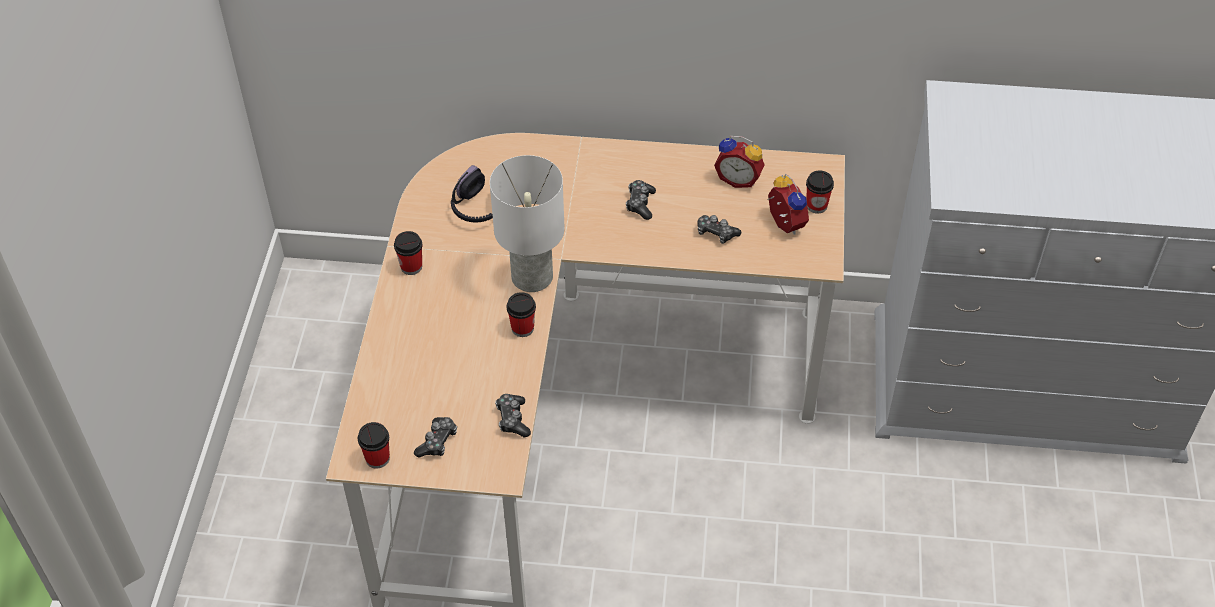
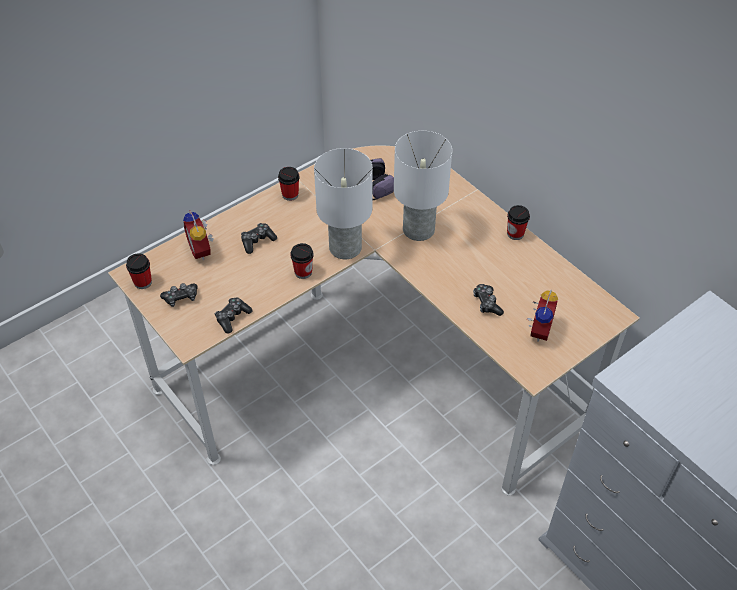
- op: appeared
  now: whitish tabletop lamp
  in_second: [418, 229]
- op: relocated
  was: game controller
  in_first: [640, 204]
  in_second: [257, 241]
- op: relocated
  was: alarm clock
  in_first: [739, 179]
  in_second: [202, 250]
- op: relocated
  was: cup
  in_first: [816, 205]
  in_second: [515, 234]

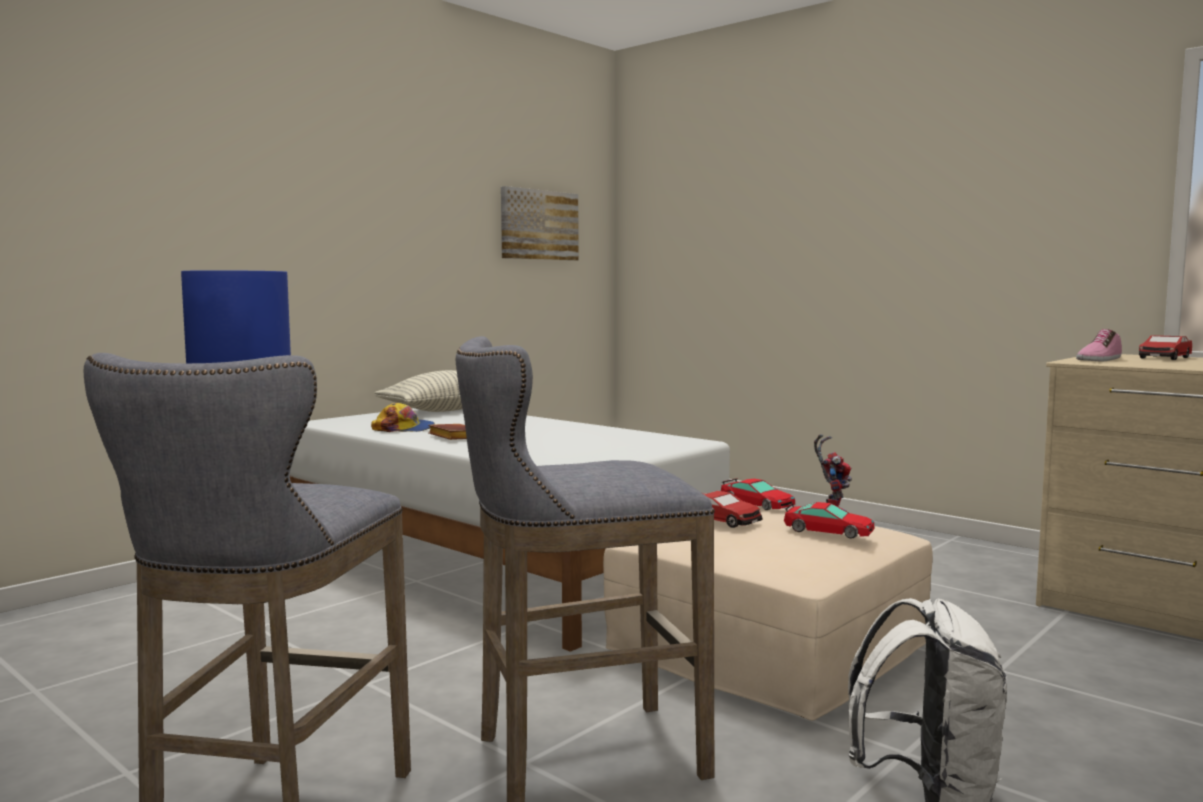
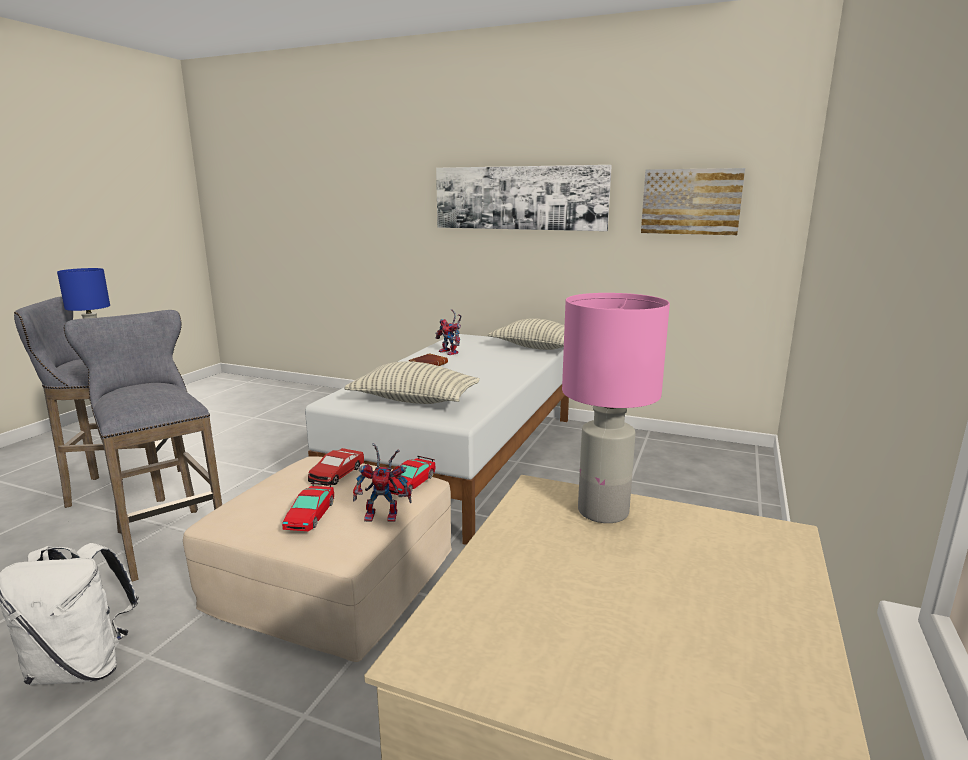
- op: missing
  was: miniature car
  in_first: [1164, 358]
- op: appeared
  now: pillow
  in_second: [414, 400]
- op: appeared
  now: wall art
  in_second: [519, 198]
- op: exchanged
  was: peaked cap
  now: robot figure
  in_first: [404, 429]
  in_second: [451, 352]
- op: exchanged
  was: low shoe
  now: pink-coloured tabletop lamp
  in_first: [1099, 359]
  in_second: [604, 512]

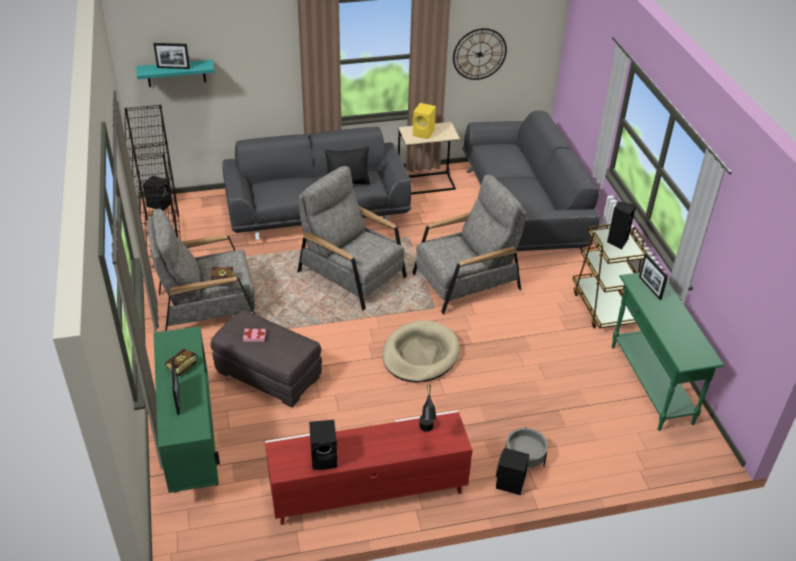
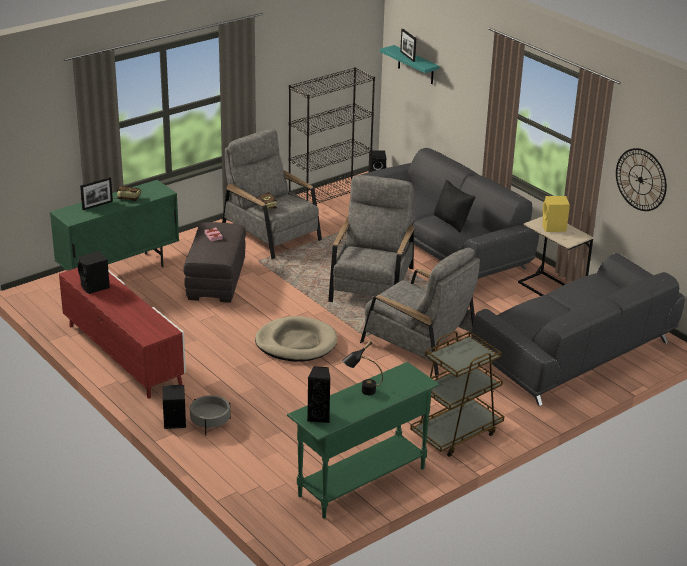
- op: missing
  was: photo frame
  in_first: [650, 288]
- op: relocated
  was: black tabletop lamp
  in_first: [426, 431]
  in_second: [362, 393]
- op: relocated
  was: black speaker
  in_first: [617, 242]
  in_second: [319, 416]

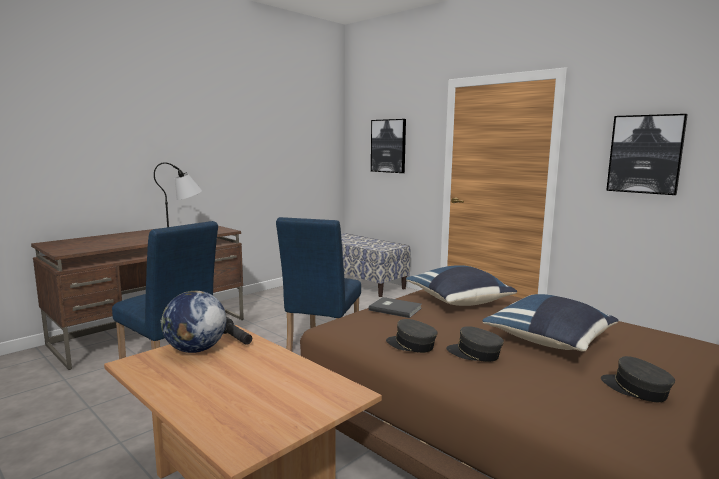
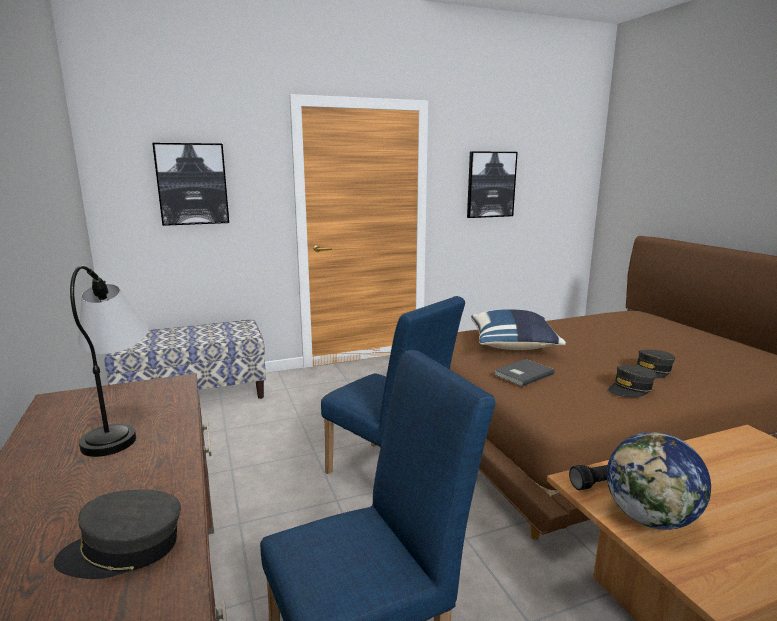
- op: missing
  was: blue pillow
  in_first: [550, 341]
- op: relocated
  was: gray peaked cap
  in_first: [635, 389]
  in_second: [123, 549]

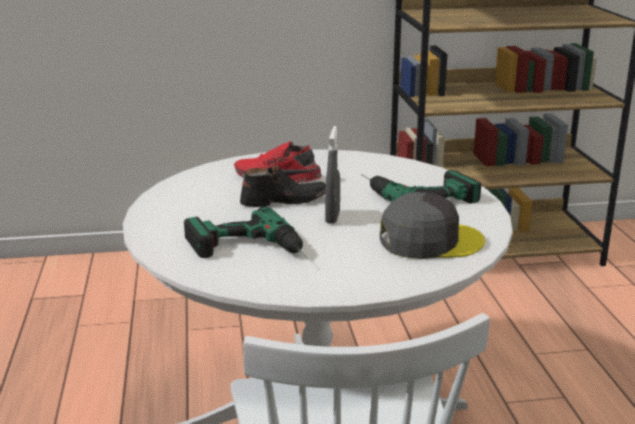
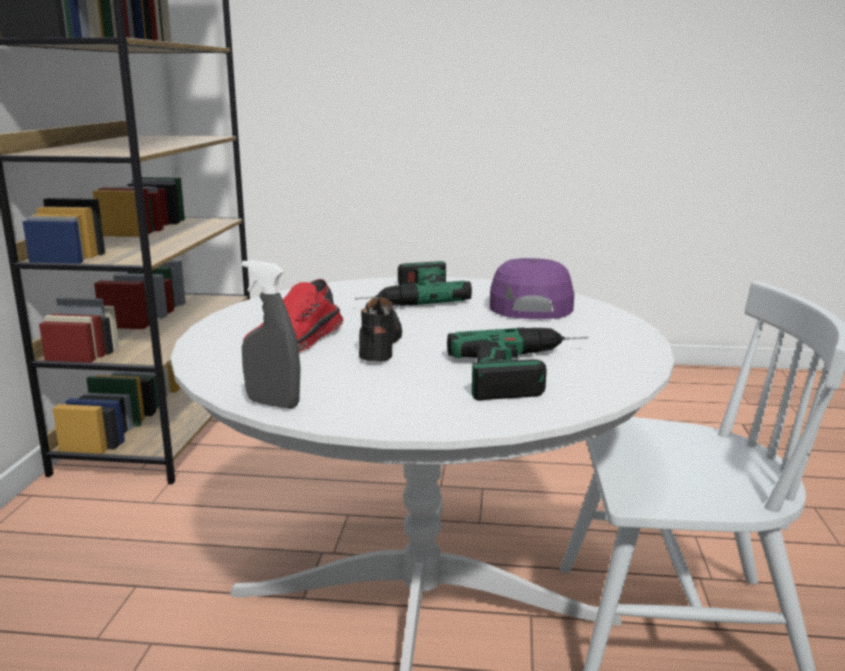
- op: relocated
  was: gray sprayer
  in_first: [332, 217]
  in_second: [273, 403]
- op: colour
  was: gray peaked cap
  now: purple peaked cap
  in_first: [429, 241]
  in_second: [529, 305]

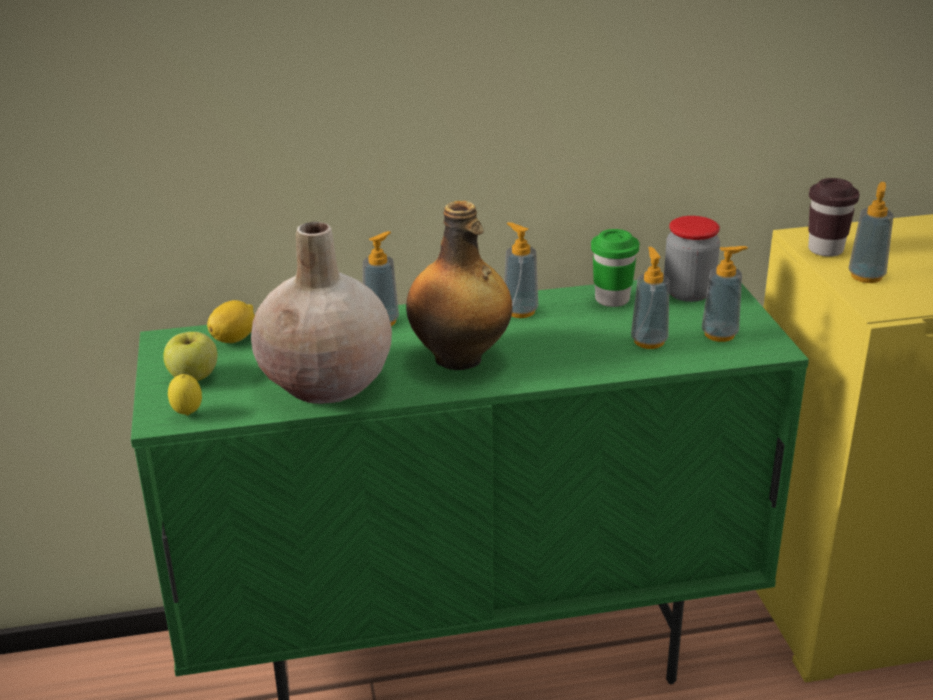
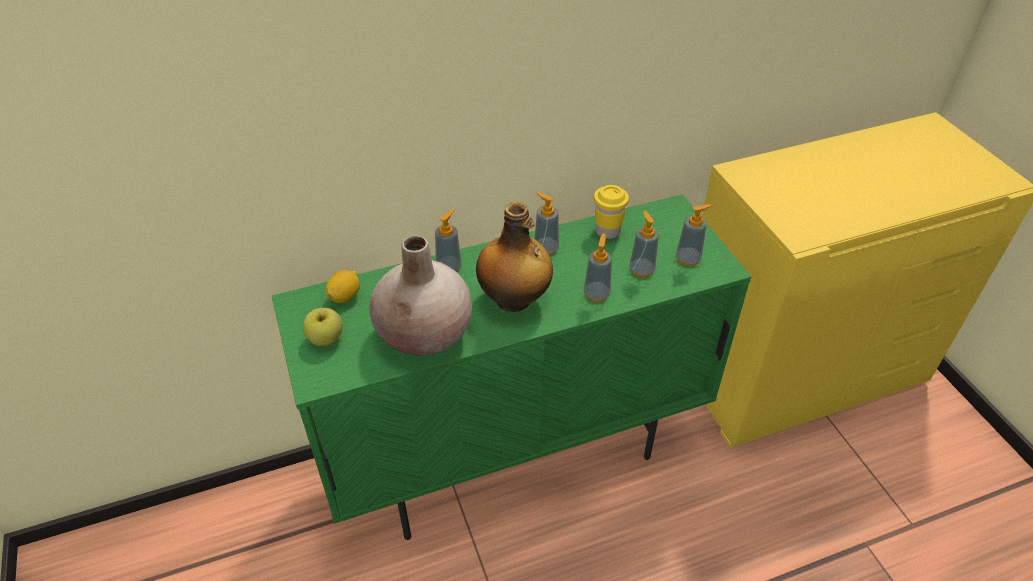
- op: missing
  was: citrus fruit
  in_first: [188, 414]
- op: missing
  was: jar
  in_first: [688, 293]
- op: missing
  was: brown cup
  in_first: [825, 250]
- op: relocated
  was: soap bottle
  in_first: [866, 276]
  in_second: [596, 294]
- op: colour
  was: greenish cup
  now: yellow-coloured cup
  in_first: [612, 299]
  in_second: [607, 231]

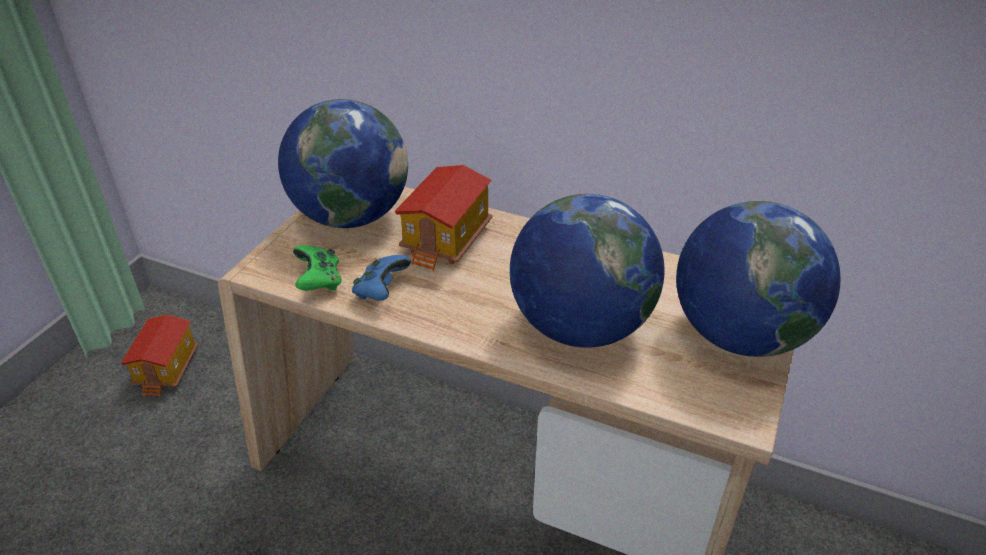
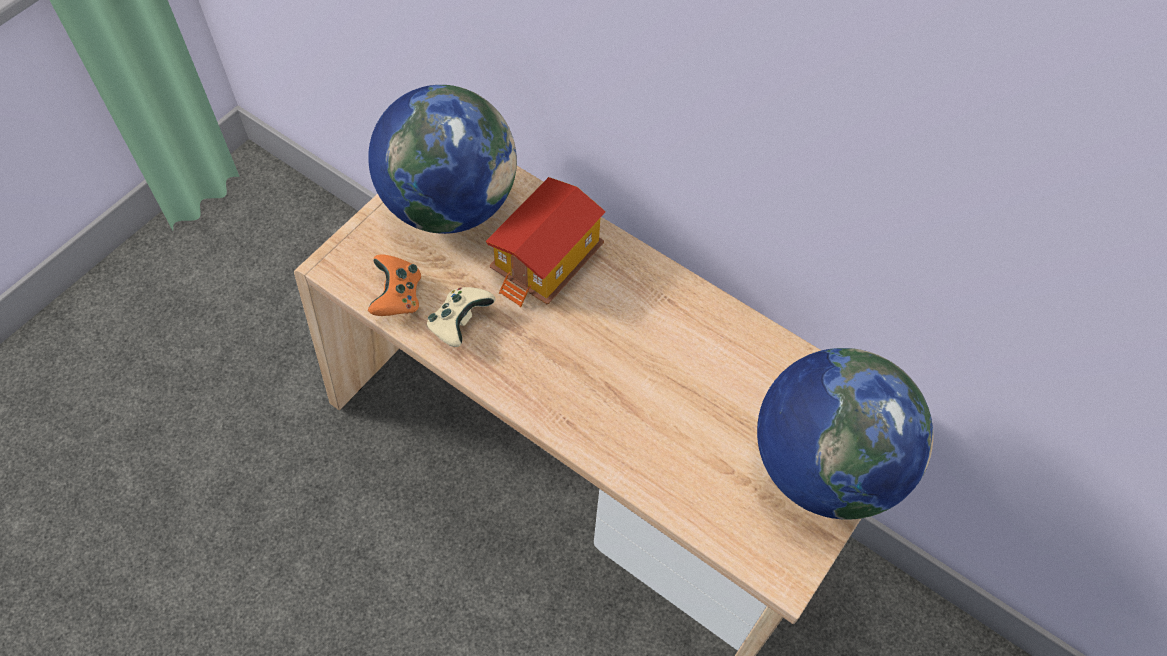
- op: missing
  was: model house
  in_first: [168, 369]
- op: missing
  was: world globe
  in_first: [580, 326]
- op: colour
  was: greenish game controller
  now: orange game controller
  in_first: [319, 281]
  in_second: [397, 297]
- op: colour
  was: blue game controller
  now: sand-coloured game controller
  in_first: [381, 290]
  in_second: [460, 323]

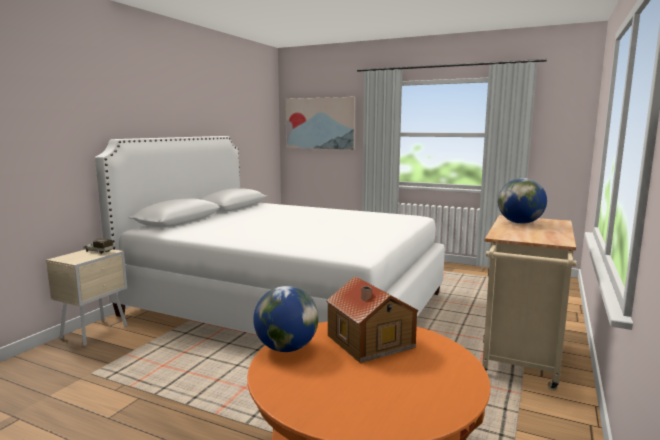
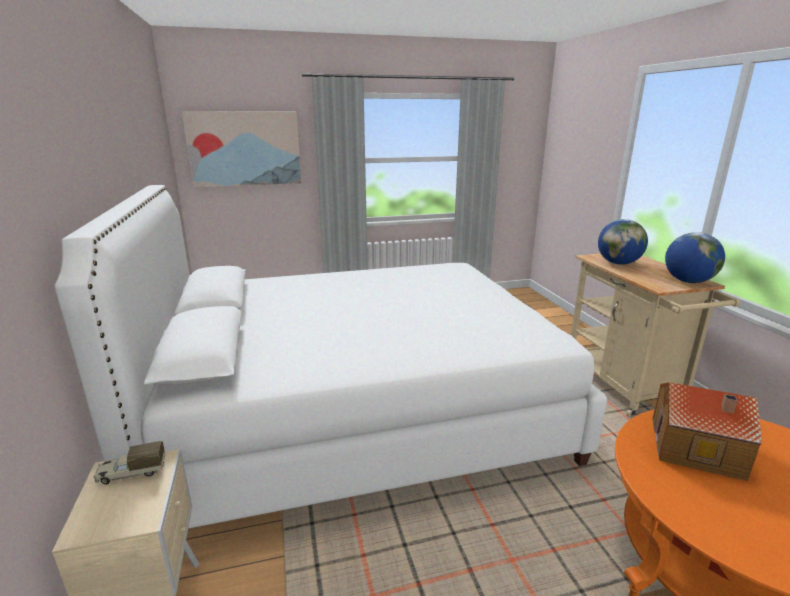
- op: relocated
  was: world globe
  in_first: [286, 348]
  in_second: [688, 281]

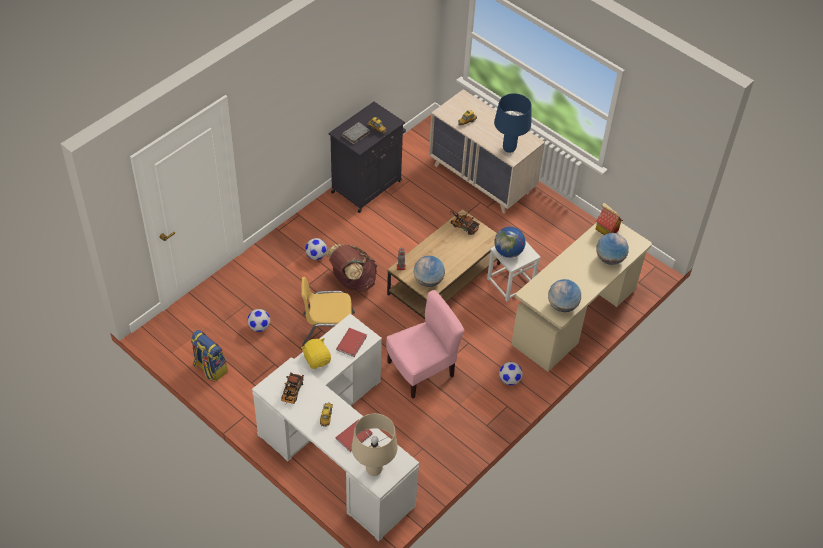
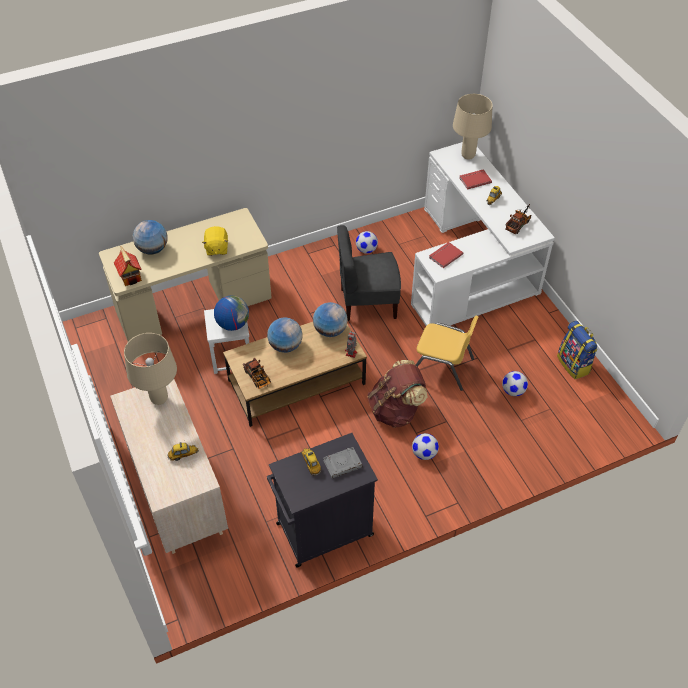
- op: relocated
  was: yellow-coloured plush toy
  in_first: [317, 359]
  in_second: [216, 248]
- op: relocated
  was: ball for football
  in_first: [509, 380]
  in_second: [366, 250]
- op: relocated
  was: world globe
  in_first: [562, 305]
  in_second: [285, 346]
- op: colour
  was: pink-coloured plain chair
  now: gray plain chair
  in_first: [421, 370]
  in_second: [368, 303]
- op: colour
  was: blue tabletop lamp
  now: sand-coloured tabletop lamp
  in_first: [509, 148]
  in_second: [159, 399]

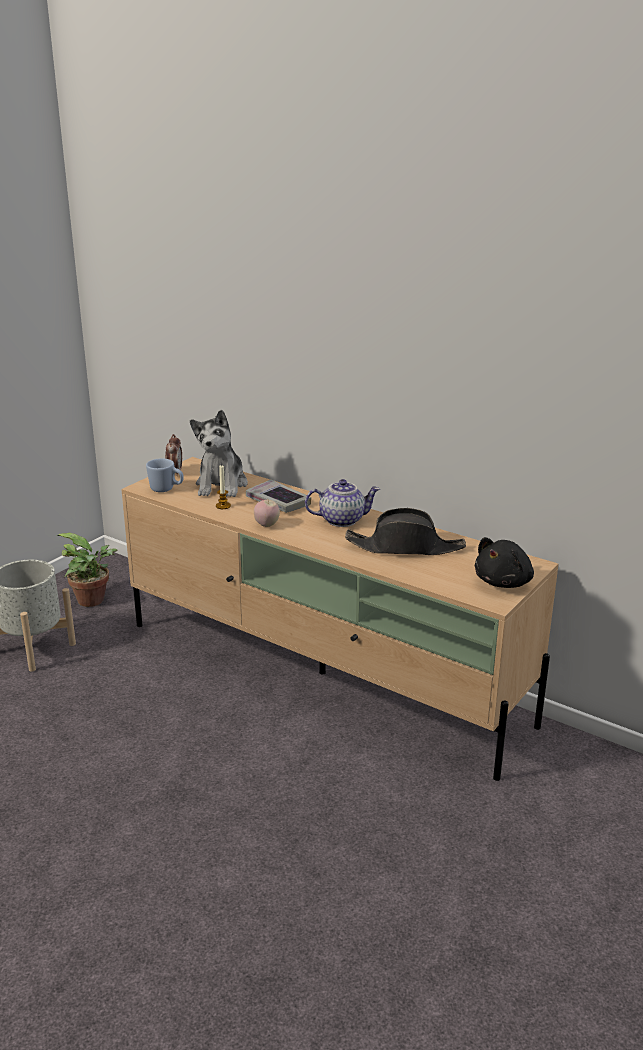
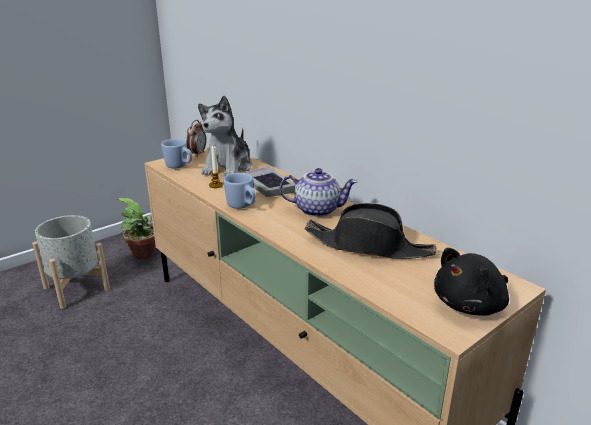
- op: exchanged
  was: apple fruit
  now: blue coffee mug
  in_first: [266, 525]
  in_second: [242, 206]

